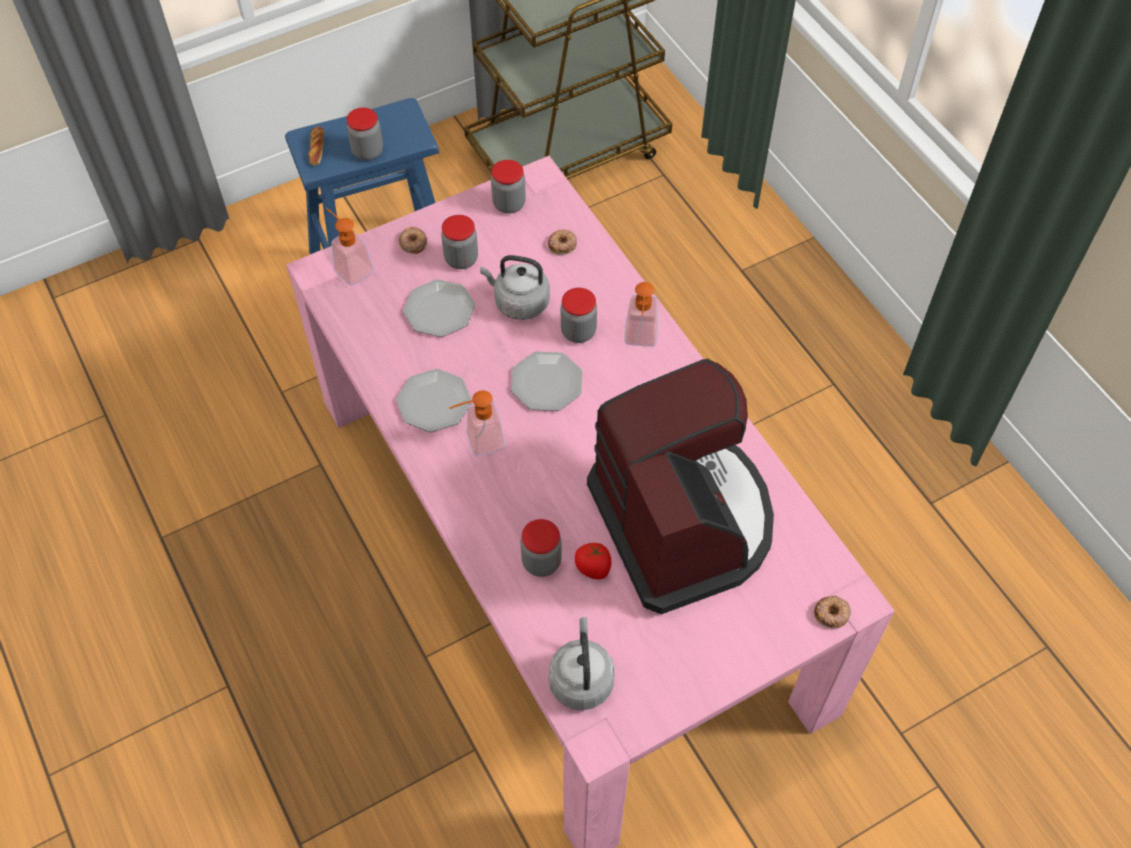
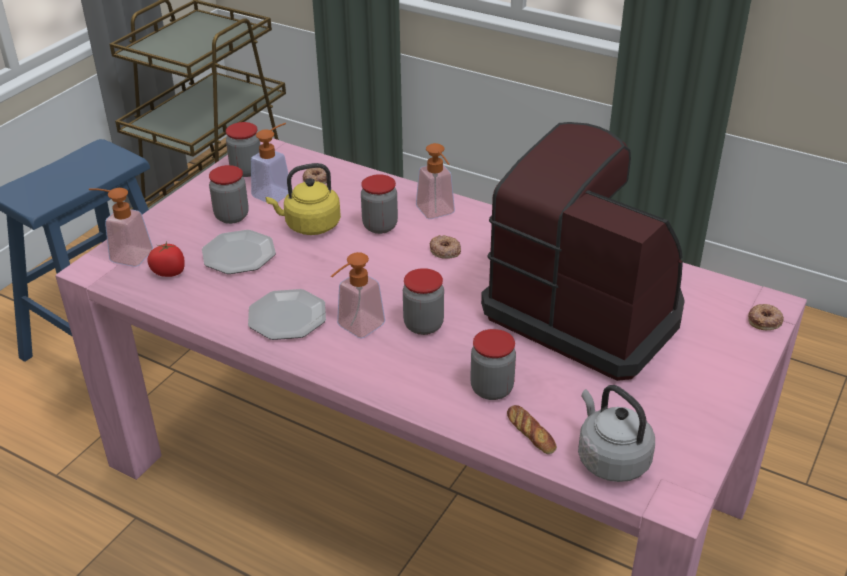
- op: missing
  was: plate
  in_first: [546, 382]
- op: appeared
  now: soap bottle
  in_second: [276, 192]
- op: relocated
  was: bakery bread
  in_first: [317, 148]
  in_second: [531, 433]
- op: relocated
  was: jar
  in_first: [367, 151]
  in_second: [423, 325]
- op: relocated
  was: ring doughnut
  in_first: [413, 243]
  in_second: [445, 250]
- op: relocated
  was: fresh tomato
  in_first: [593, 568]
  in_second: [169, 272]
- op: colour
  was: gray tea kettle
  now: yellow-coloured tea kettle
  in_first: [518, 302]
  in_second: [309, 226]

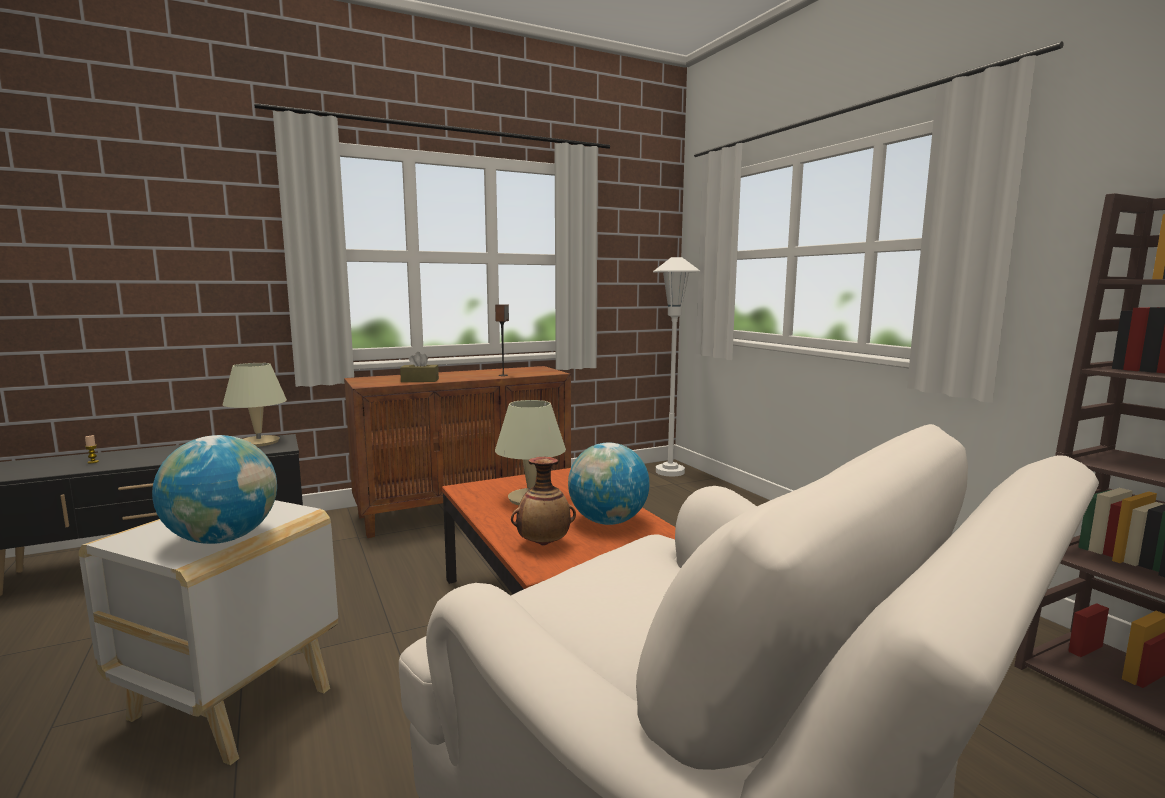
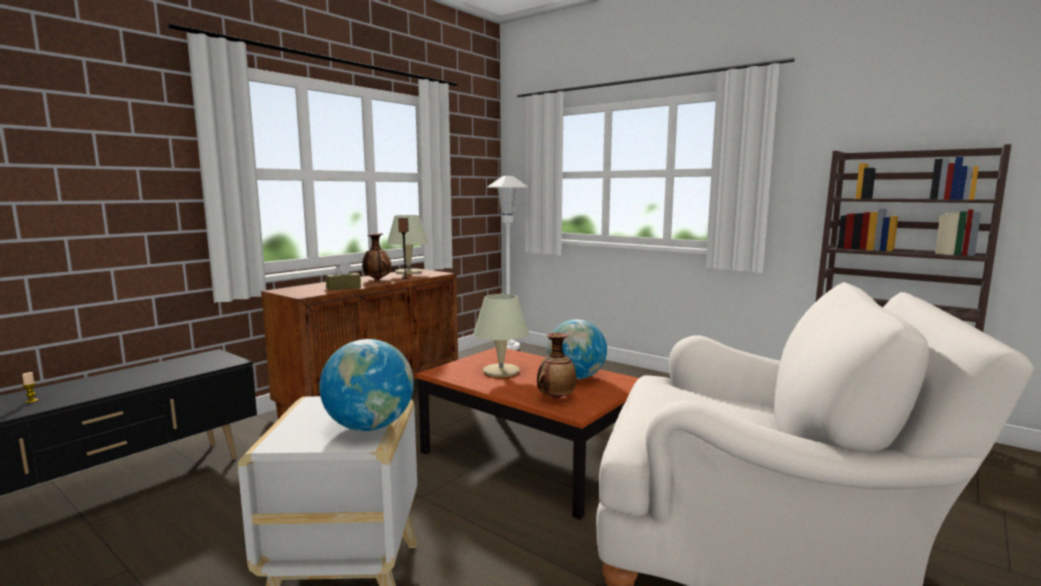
- op: appeared
  now: flower vase
  in_second: [377, 279]
- op: relocated
  was: sand-coloured tabletop lamp
  in_first: [258, 442]
  in_second: [408, 272]

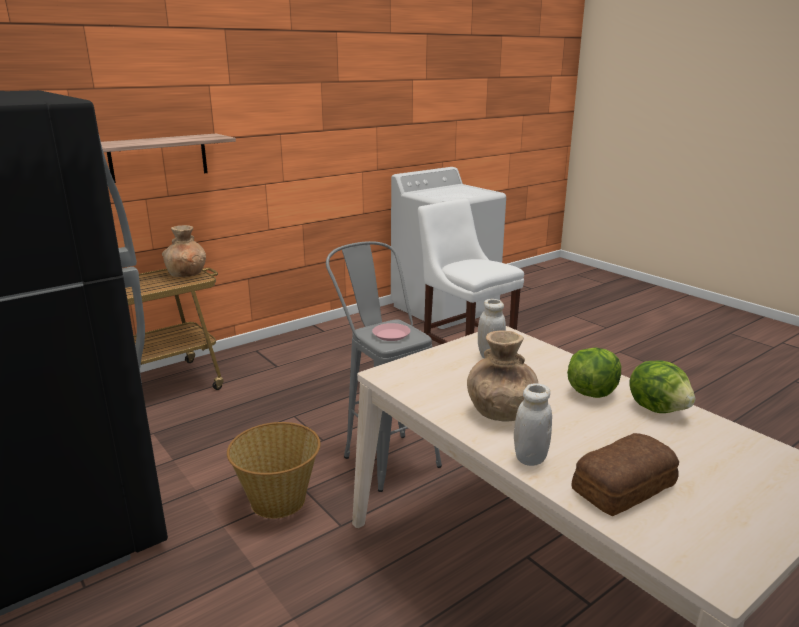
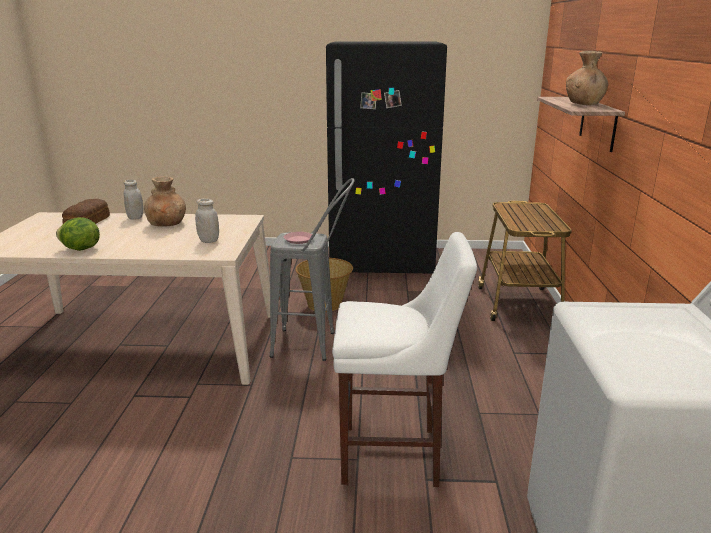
- op: missing
  was: head of lettuce
  in_first: [591, 392]
- op: relocated
  was: brown flower vase
  in_first: [187, 274]
  in_second: [584, 104]

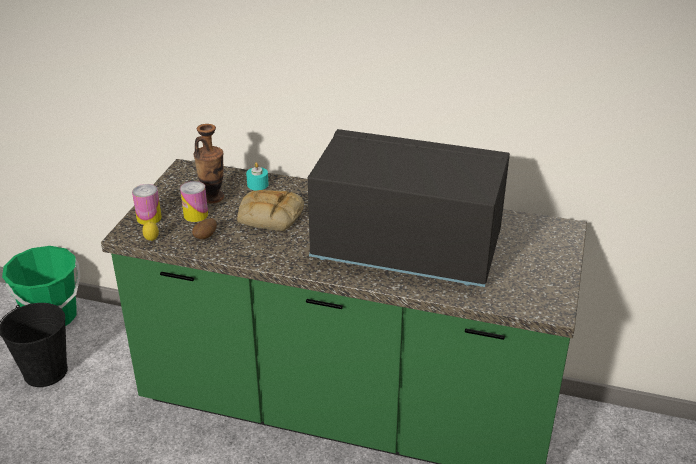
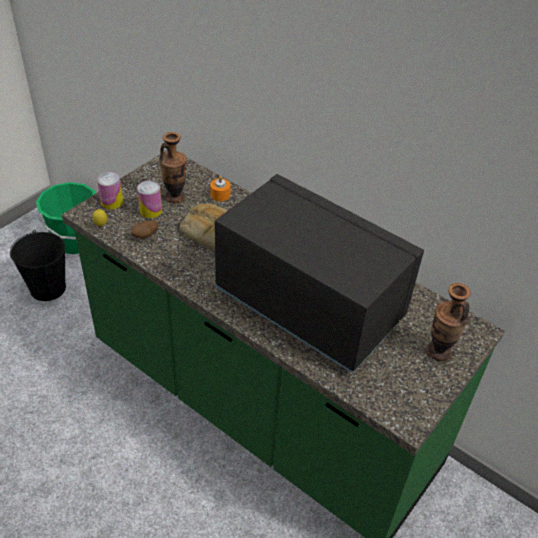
- op: appeared
  now: flower vase
  in_second: [439, 351]
- op: colour
  was: turquoise wax light
  now: orange wax light
  in_first: [257, 184]
  in_second: [220, 195]

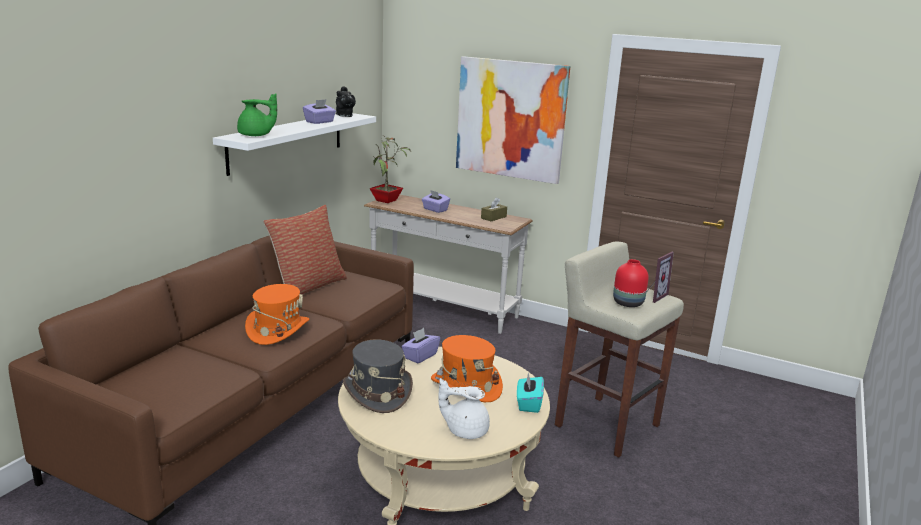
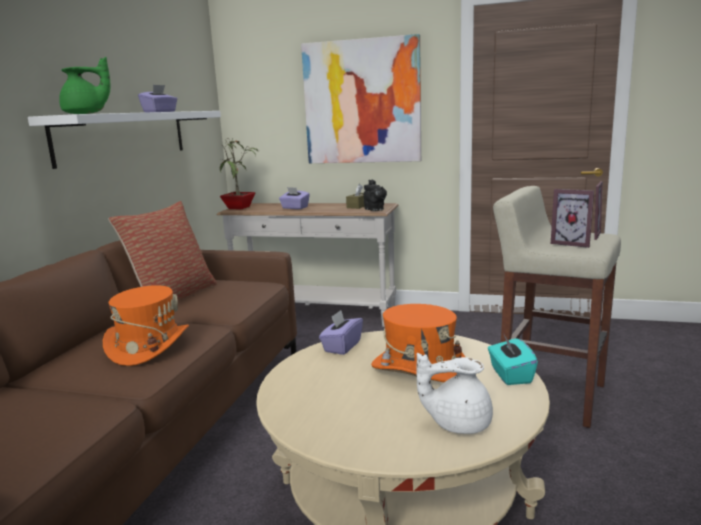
- op: missing
  was: gray hat
  in_first: [377, 392]
- op: relocated
  was: black pot for tea
  in_first: [344, 116]
  in_second: [375, 210]
- op: exchanged
  was: reddish flower vase
  now: photo frame
  in_first: [629, 303]
  in_second: [572, 243]

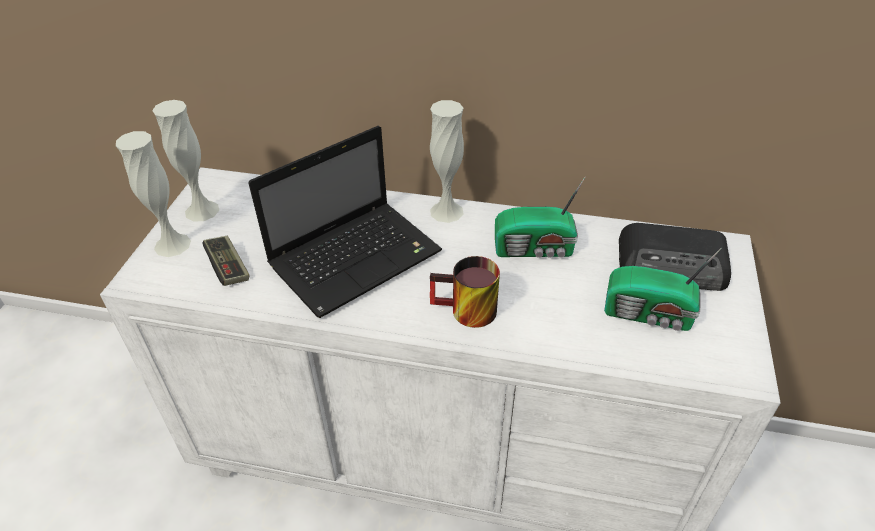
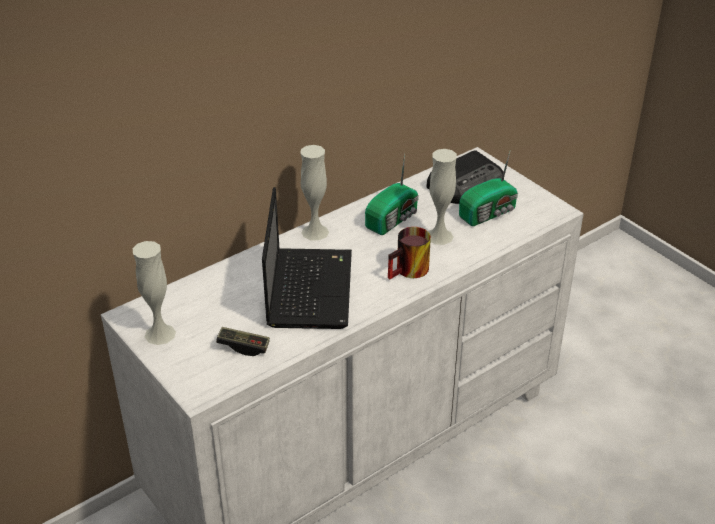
- op: relocated
  was: whitish flower vase
  in_first: [172, 245]
  in_second: [439, 236]

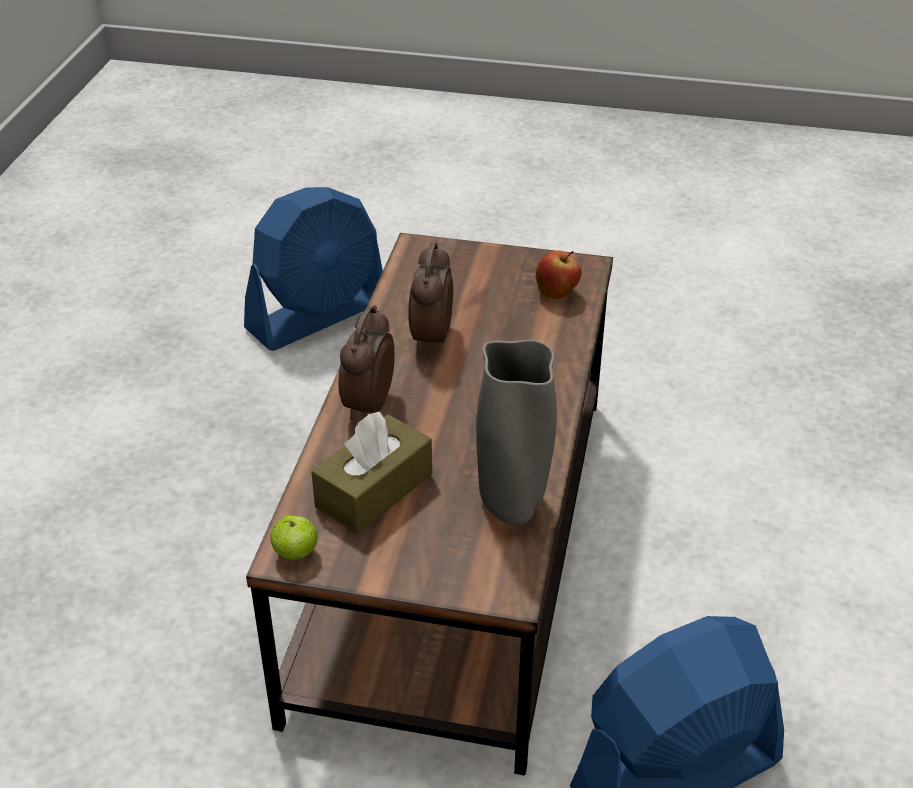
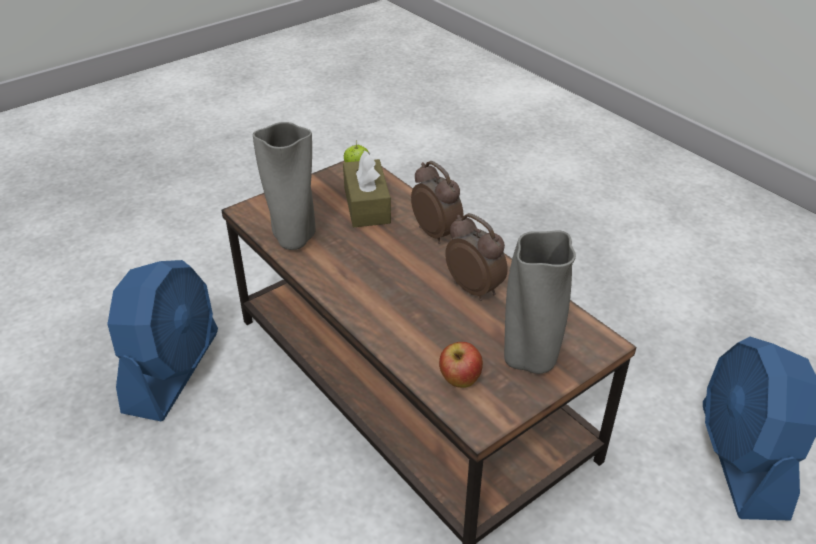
- op: appeared
  now: gray flower vase
  in_second: [529, 361]

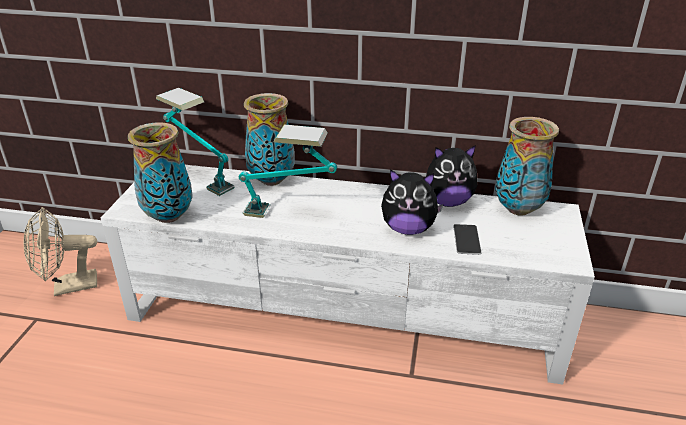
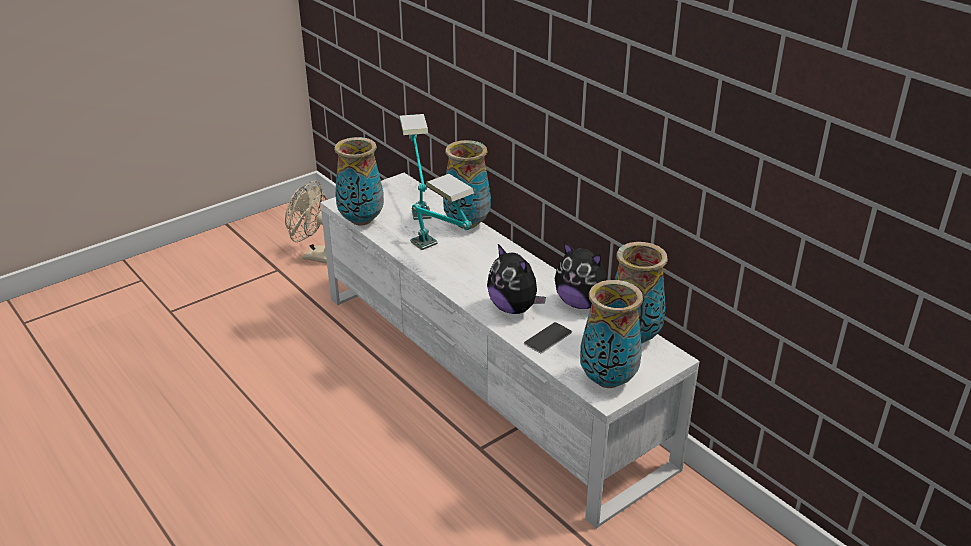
- op: appeared
  now: flower vase
  in_second: [607, 380]

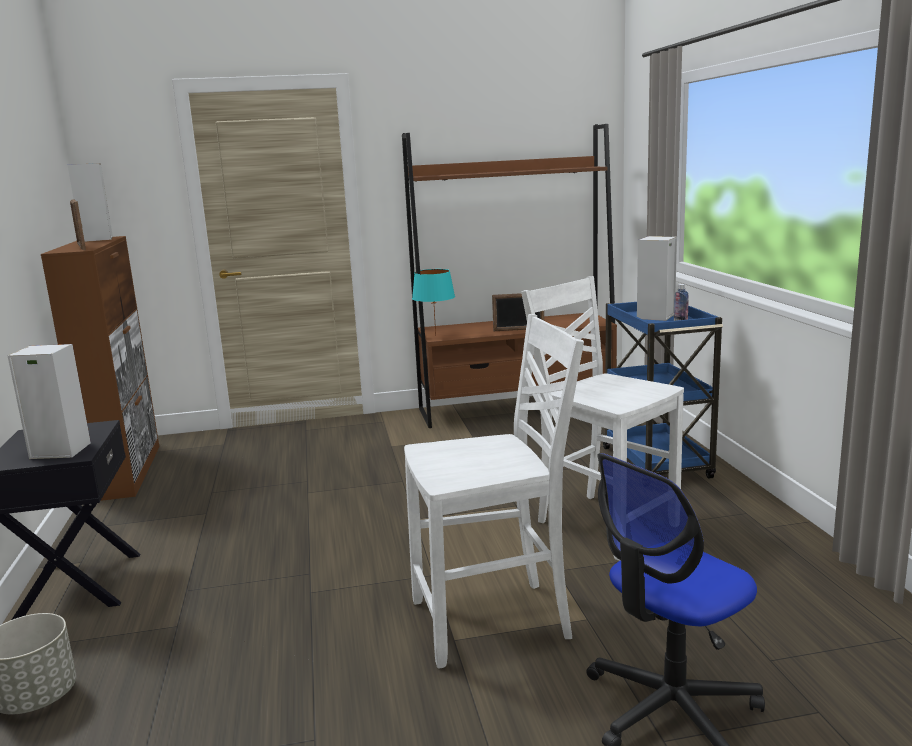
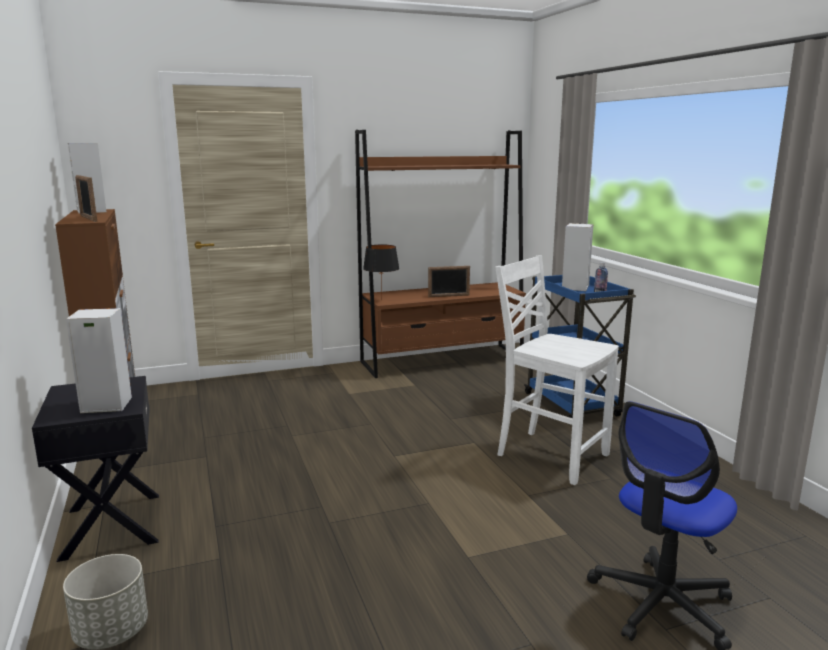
- op: missing
  was: whitish plain chair
  in_first: [494, 621]
- op: colour
  was: turquoise tabletop lamp
  now: black tabletop lamp
  in_first: [436, 335]
  in_second: [382, 300]

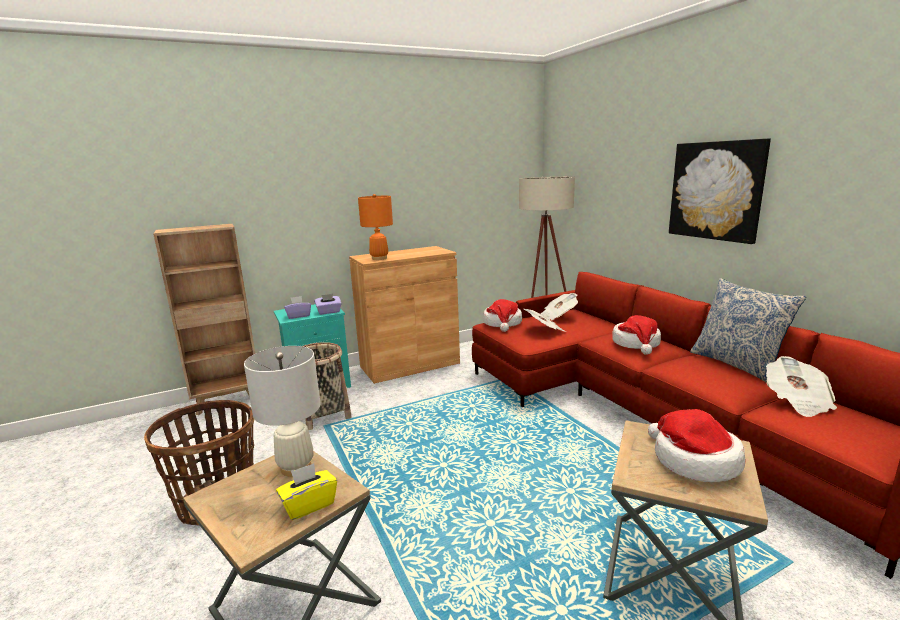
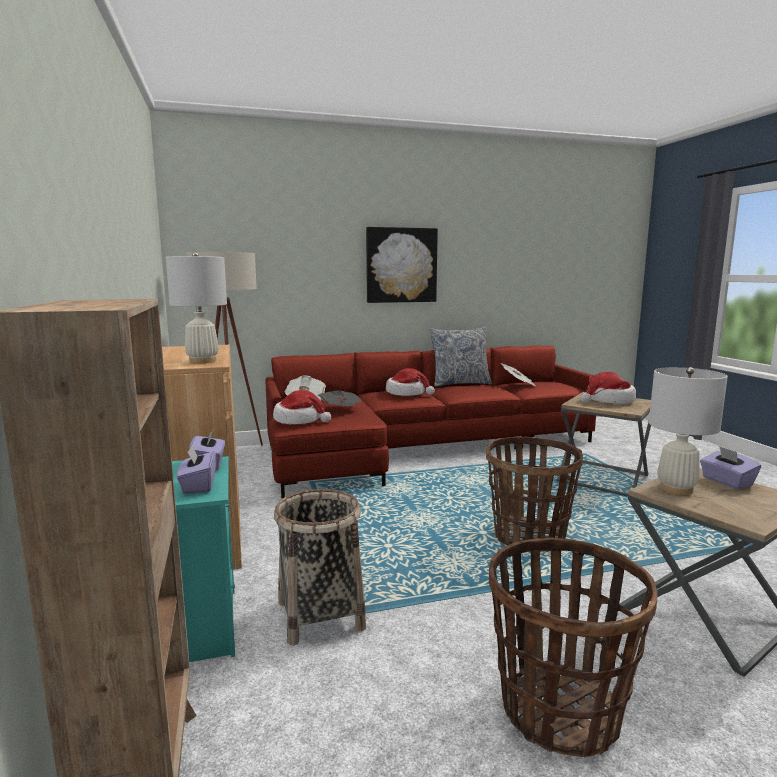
- op: appeared
  now: basket
  in_second: [529, 537]
- op: colour
  was: yellow-coloured tissue box
  now: purple tissue box
  in_first: [309, 505]
  in_second: [726, 482]
- op: colour
  was: orange tabletop lamp
  now: whitish tabletop lamp
  in_first: [379, 258]
  in_second: [203, 361]

